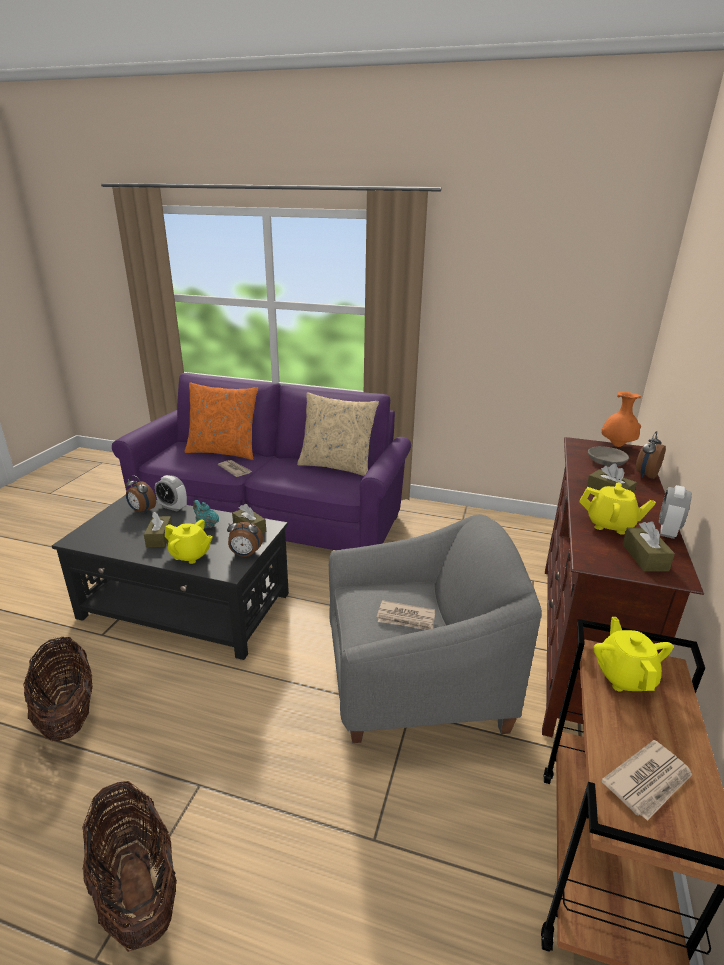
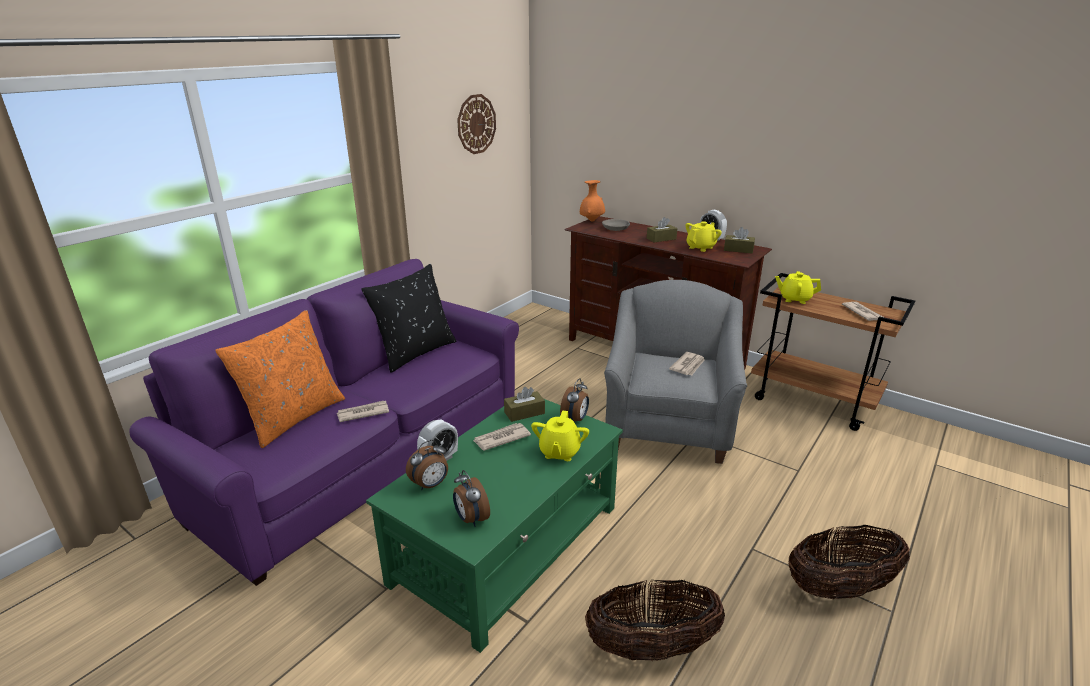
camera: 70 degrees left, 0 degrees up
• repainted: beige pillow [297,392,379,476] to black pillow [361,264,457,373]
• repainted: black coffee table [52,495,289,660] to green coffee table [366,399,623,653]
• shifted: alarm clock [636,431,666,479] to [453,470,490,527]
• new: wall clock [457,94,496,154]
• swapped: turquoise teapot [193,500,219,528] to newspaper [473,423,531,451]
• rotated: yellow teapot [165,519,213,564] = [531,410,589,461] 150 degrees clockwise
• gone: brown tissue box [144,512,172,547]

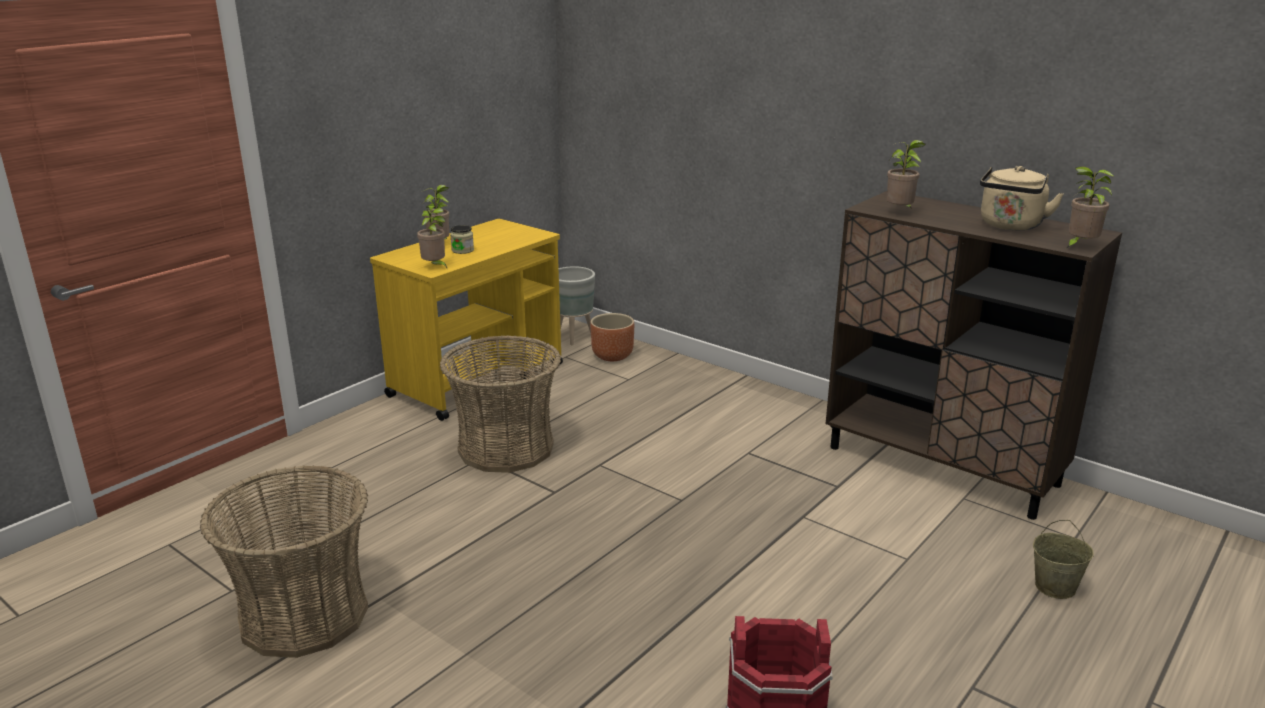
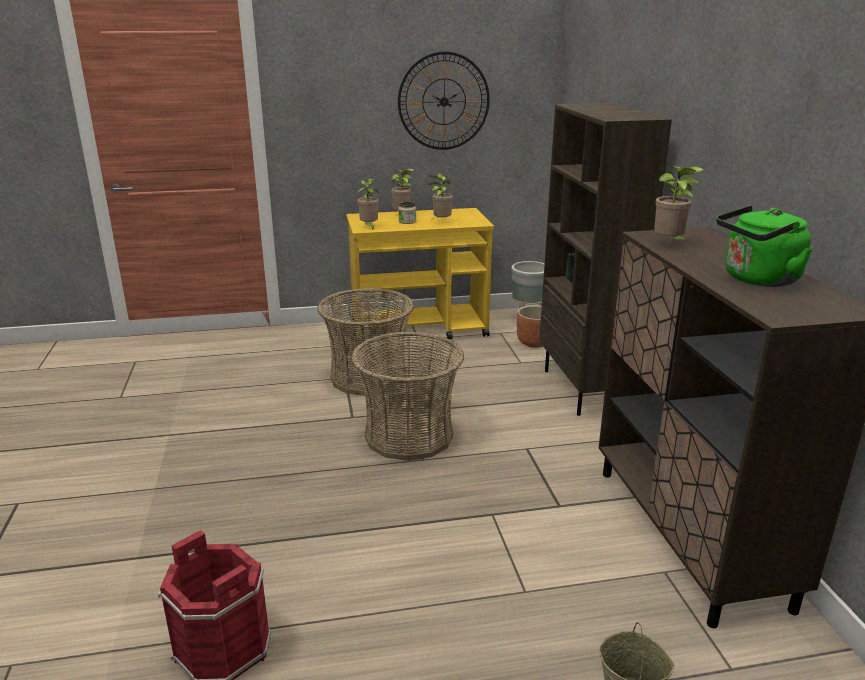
camera: 40 degrees right, 0 degrees up
• shifted: basket [200,465,369,658] to [351,331,464,461]
• new: wall clock [398,52,490,150]
• shifted: potted plant [1067,167,1114,248] to [429,173,453,220]
• new: brown bookcase [539,103,672,416]
• repainted: beige kettle [980,166,1064,230] to green kettle [717,205,812,287]

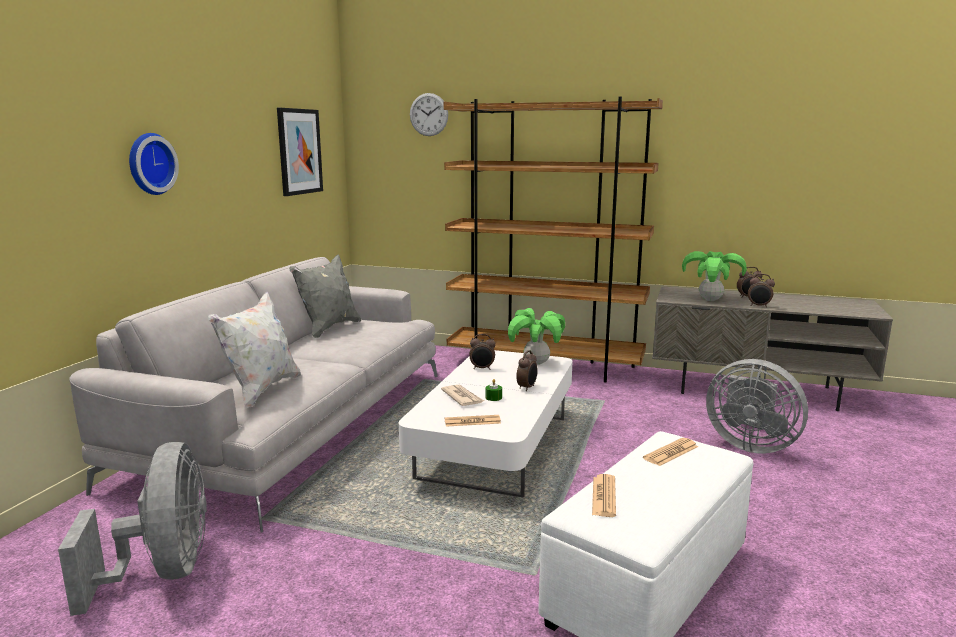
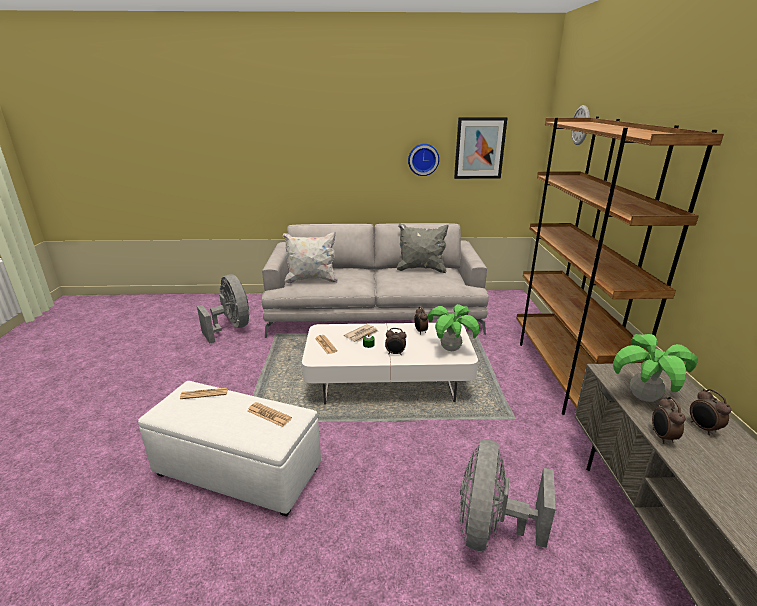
camera: 70 degrees right, 10 degrees up
• rotated: grey fan [58,442,207,616] = [197,275,250,343] 90 degrees counterclockwise
• shifted: wall clock [129,133,179,195] to [408,144,439,176]

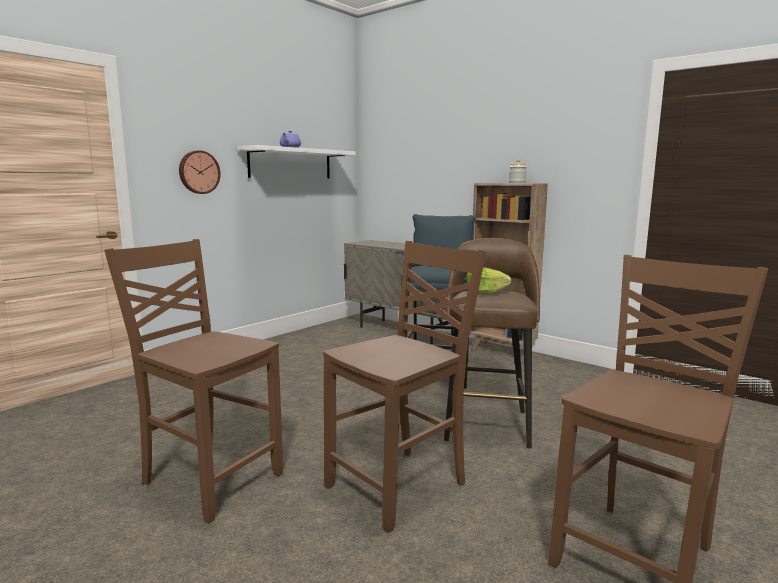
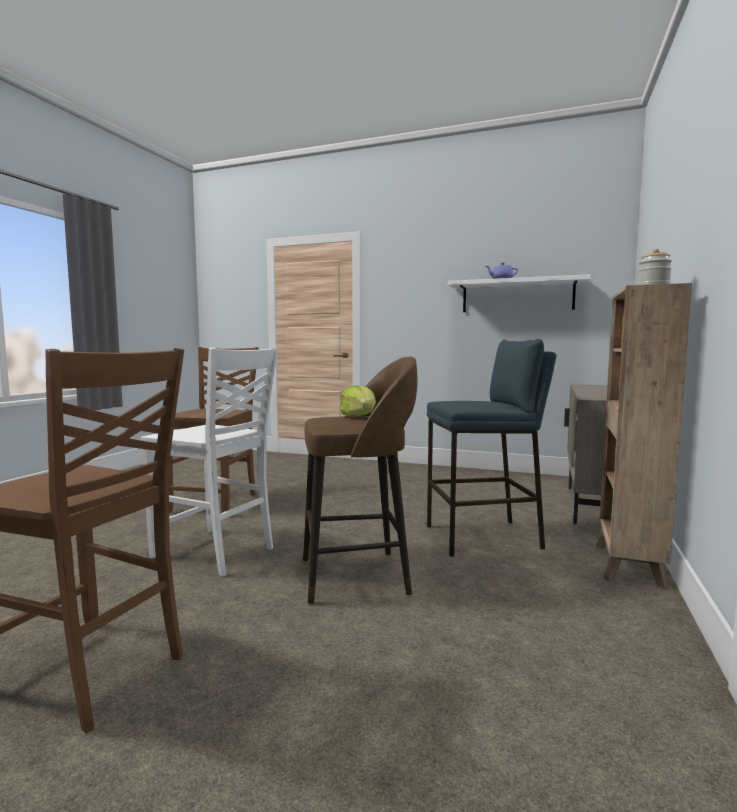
camera: 70 degrees right, 5 degrees down
• repainted: brown chair [323,241,486,533] to white chair [141,347,278,577]
• gone: wall clock [179,150,221,194]

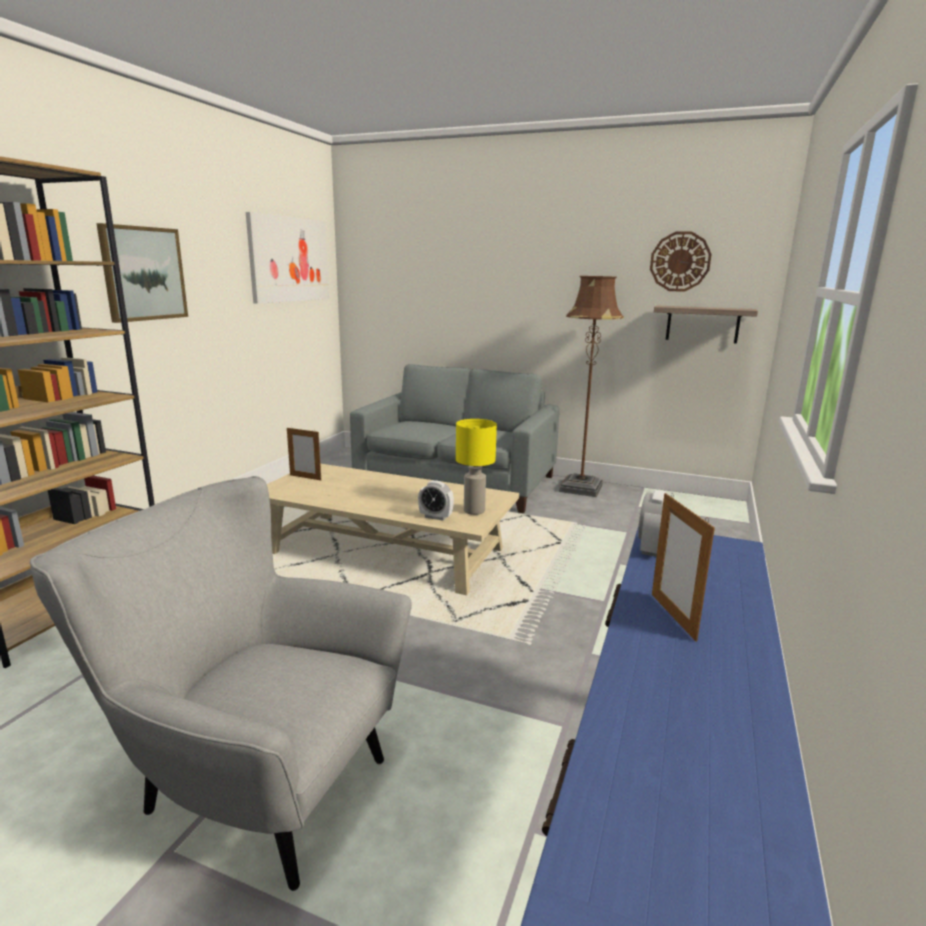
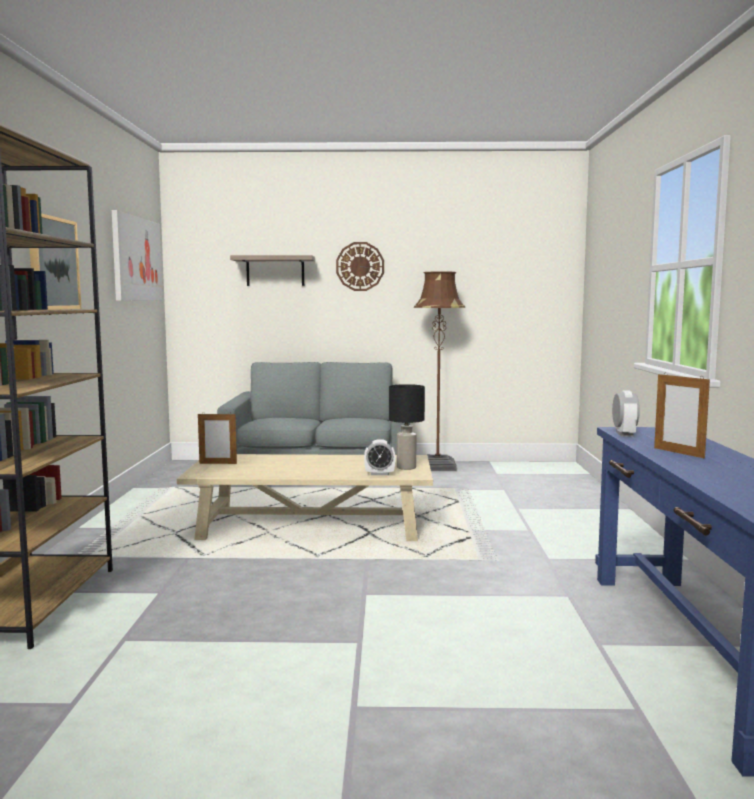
camera: 20 degrees left, 10 degrees down
• shifted: shelf [654,306,758,344] to [230,255,315,286]
• shifted: wall clock [650,231,712,292] to [336,242,384,291]
• repainted: yellow table lamp [456,419,497,515] to black table lamp [389,384,425,470]
• gone: grey armchair [30,476,412,891]

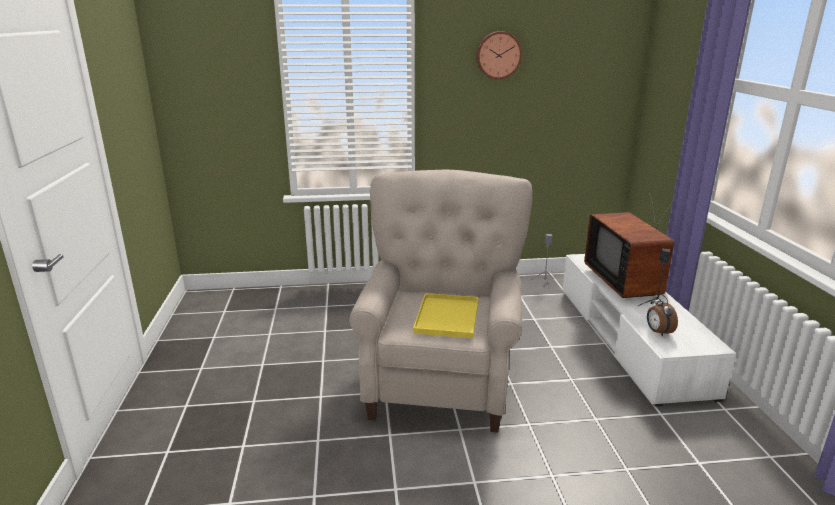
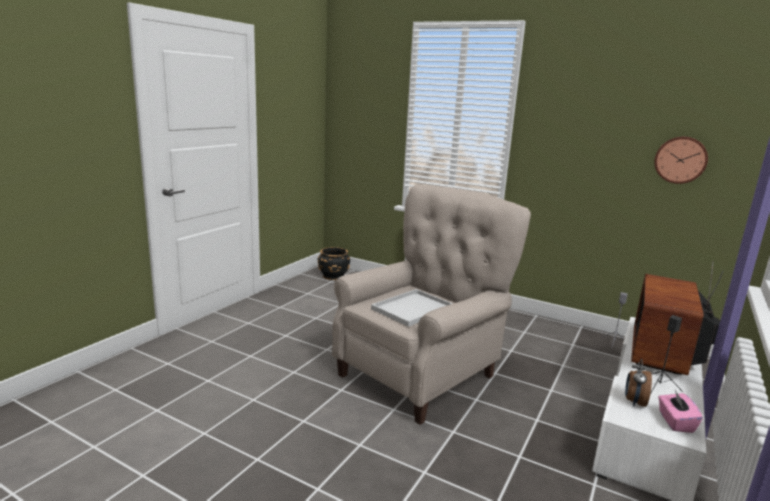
camera: 35 degrees right, 5 degrees down
• new: black planter [317,247,350,280]
• repainted: yellow tray [413,293,479,338] to white tray [371,289,453,327]
• shifted: wall clock [476,31,522,79] to [654,136,708,184]
• new: pink tissue box [658,390,703,433]

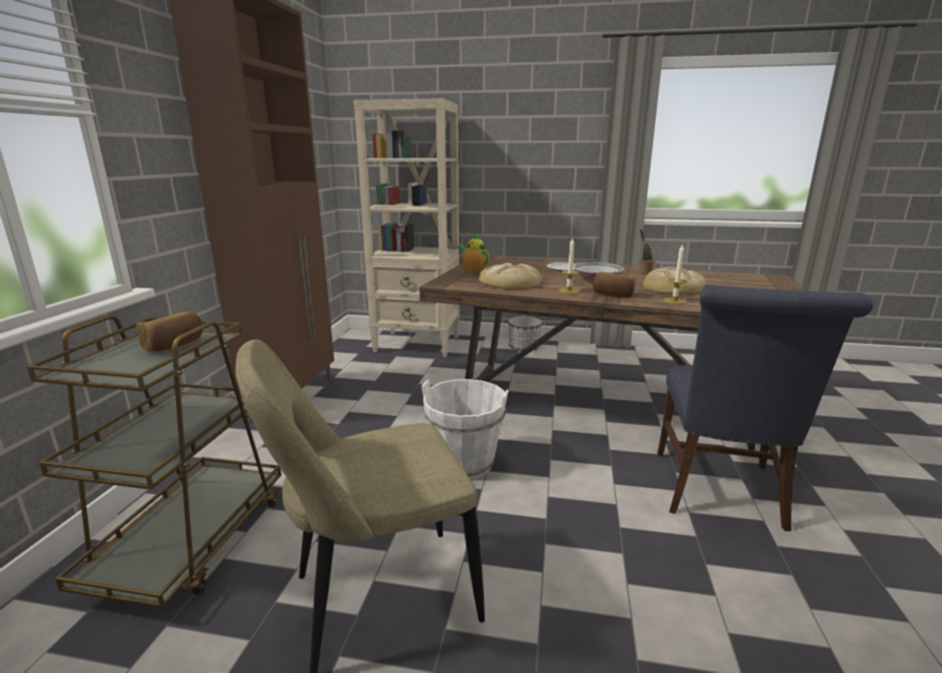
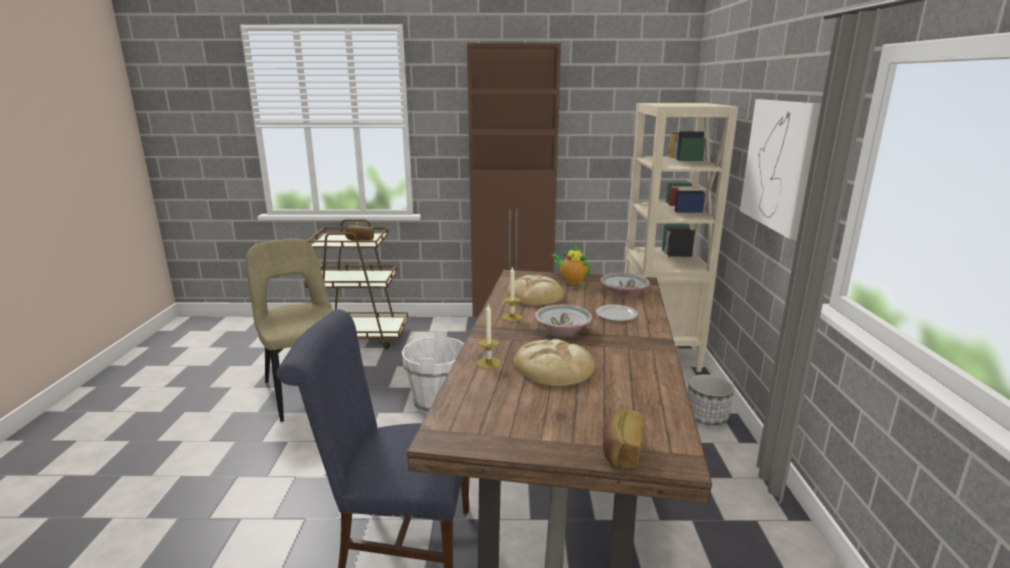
camera: 80 degrees right, 0 degrees up
• rotated: teapot [458,232,490,274] = [551,244,591,285] 90 degrees counterclockwise
• new: bowl [600,273,650,297]
• shifted: bread [593,272,636,298] to [603,409,644,468]
• new: picture [740,99,821,239]
• gone: potted plant [638,229,656,275]

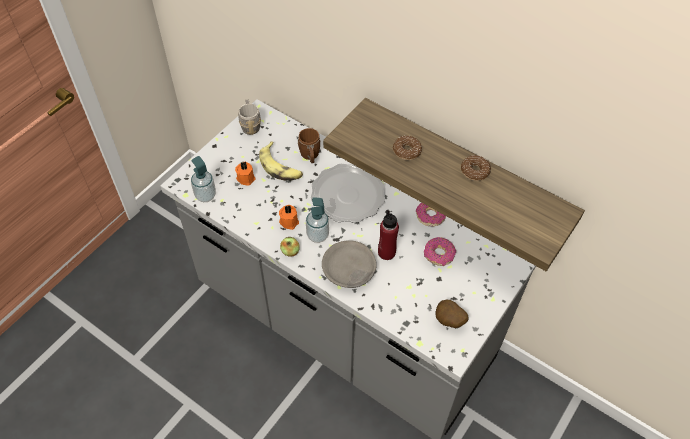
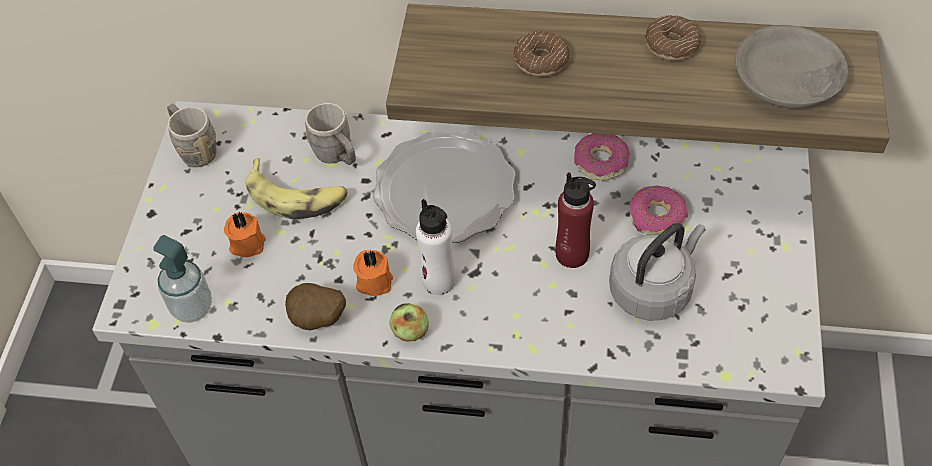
camera: 25 degrees left, 0 degrees up
• shifted: potato [436,300,469,328] to [285,283,346,330]
• repainted: brown mug [298,128,320,163] to grey mug [305,103,356,165]
• swapped: soap dispenser [306,197,329,243] to white bottle [416,199,456,295]
• new: grey kettle [609,223,706,320]
• shifted: grey bowl [322,240,377,288] to [735,25,848,109]

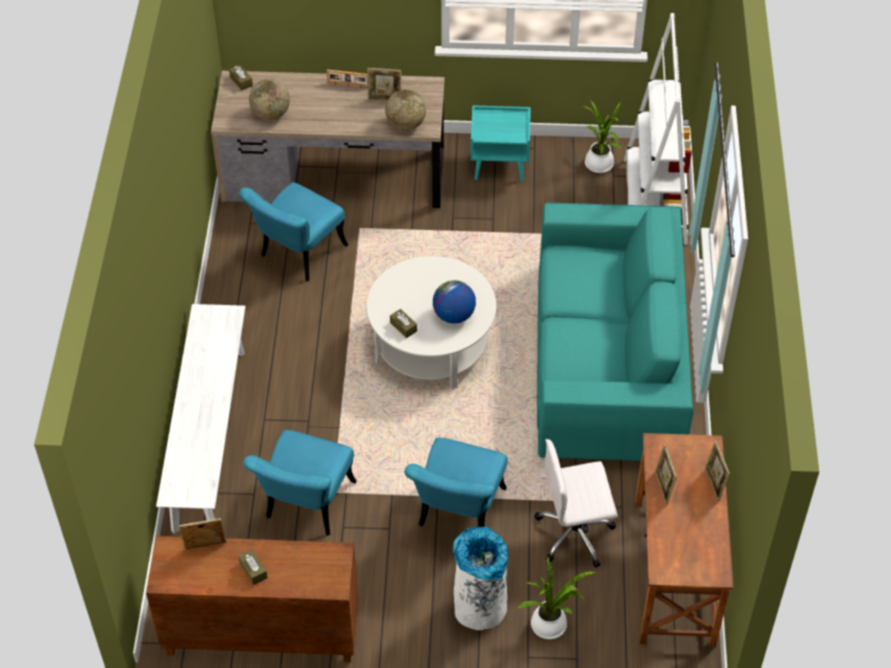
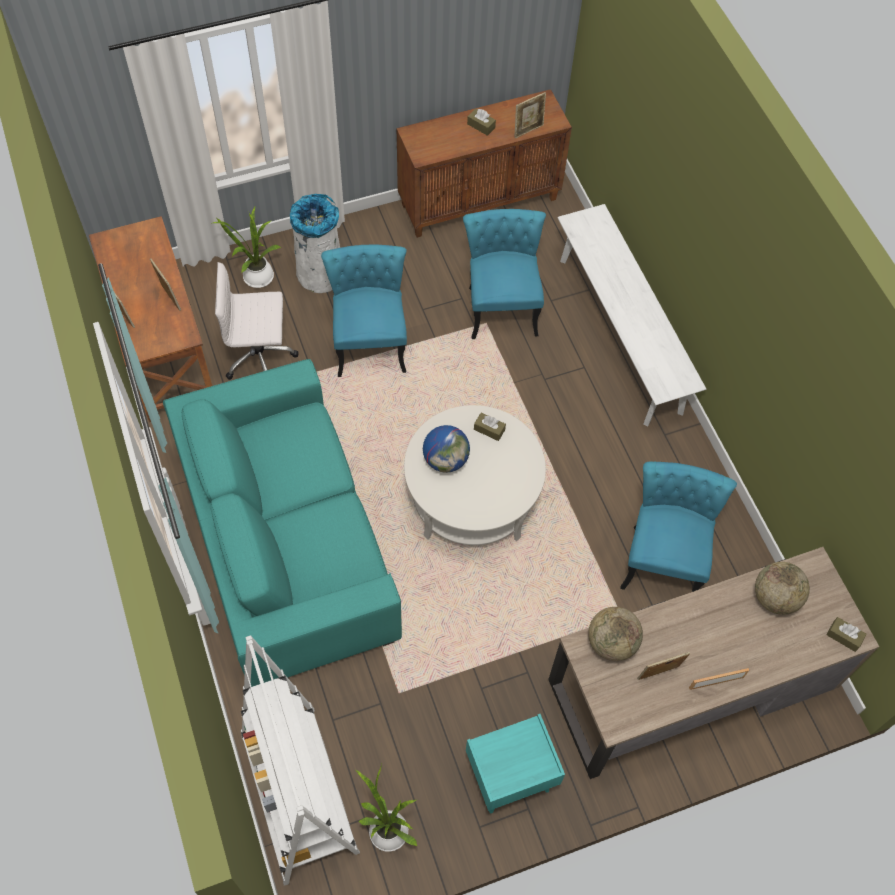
camera: 155 degrees right, 10 degrees up
• rotated: white office chair [535,439,618,568] = [215,262,298,380] 150 degrees counterclockwise

